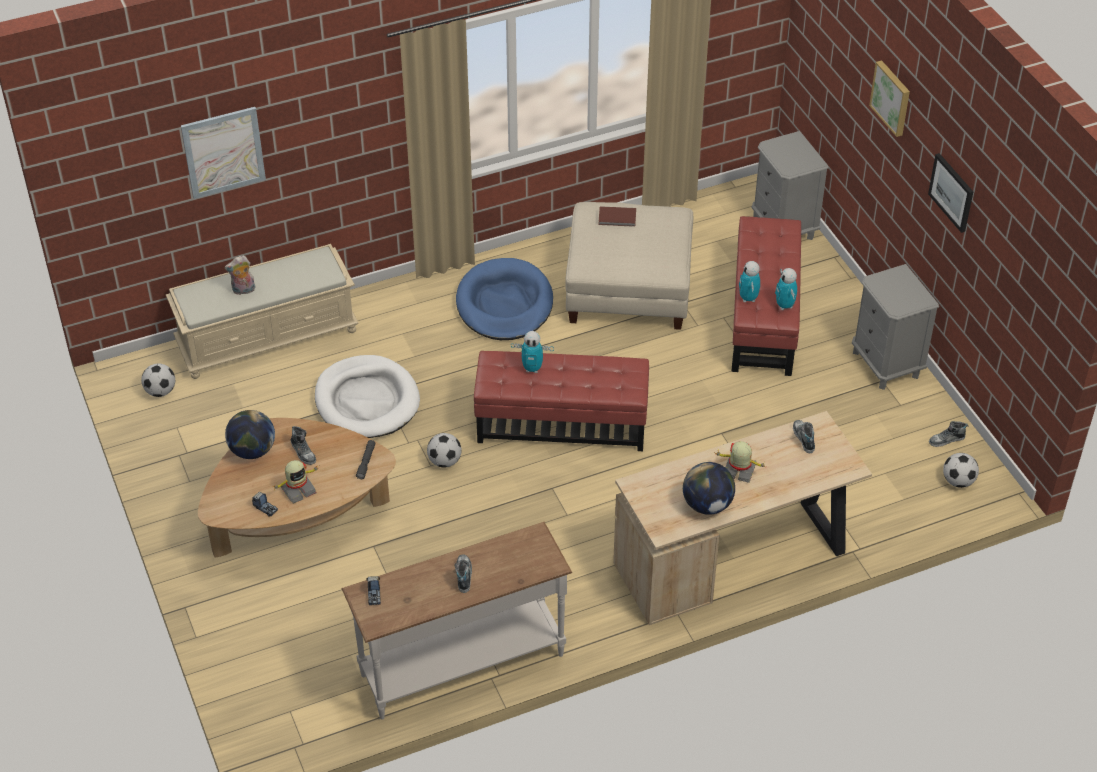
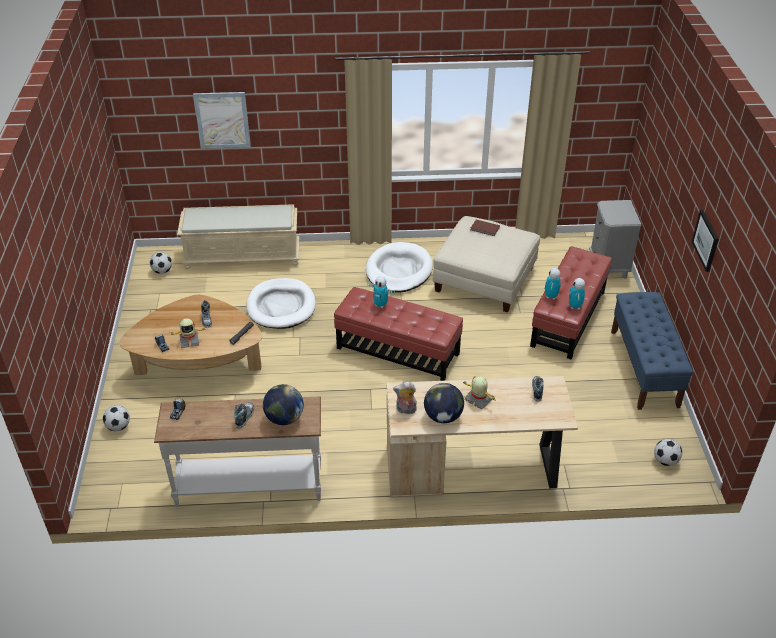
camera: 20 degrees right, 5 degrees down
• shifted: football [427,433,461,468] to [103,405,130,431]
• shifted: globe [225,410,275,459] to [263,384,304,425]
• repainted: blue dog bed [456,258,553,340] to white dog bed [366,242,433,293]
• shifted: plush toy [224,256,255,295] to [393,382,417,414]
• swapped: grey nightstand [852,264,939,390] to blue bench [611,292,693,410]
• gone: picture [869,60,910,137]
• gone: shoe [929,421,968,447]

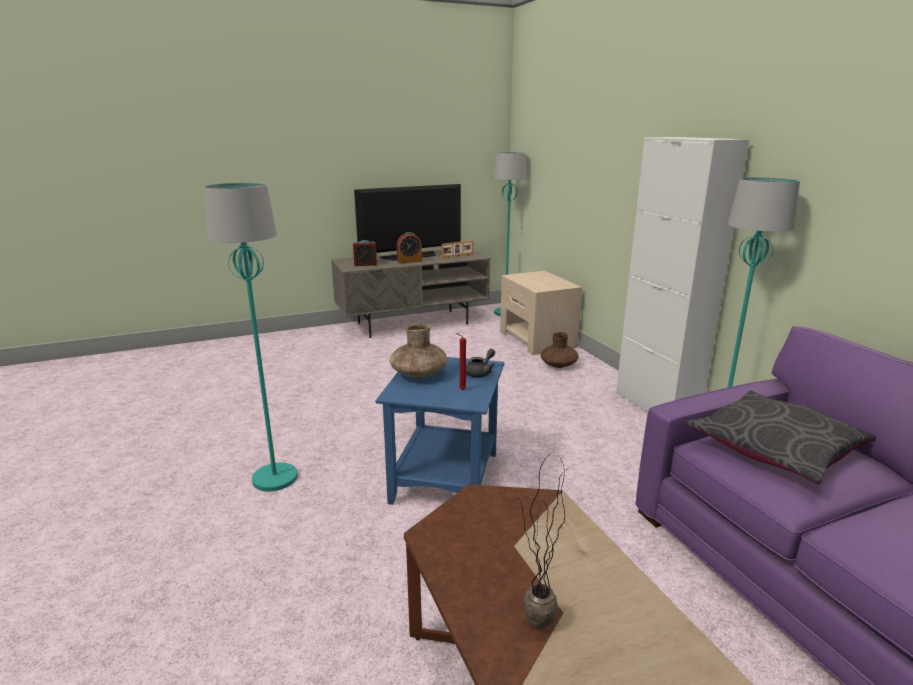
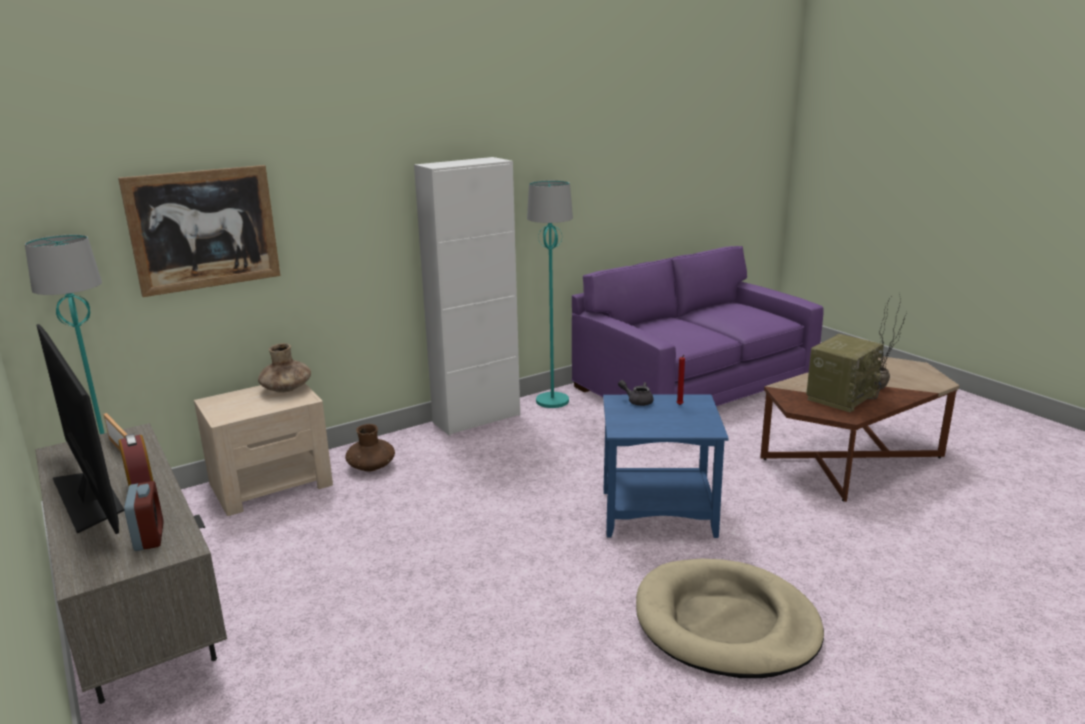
camera: 100 degrees left, 0 degrees up
• new: picture [118,165,281,297]
• shifted: brown vase [390,324,447,378] to [258,343,311,393]
• swapped: turquoise floor lamp [204,183,298,492] to beige dog bed [636,559,824,678]
• new: radio [806,334,884,412]
• gone: grey pillow [685,391,876,484]

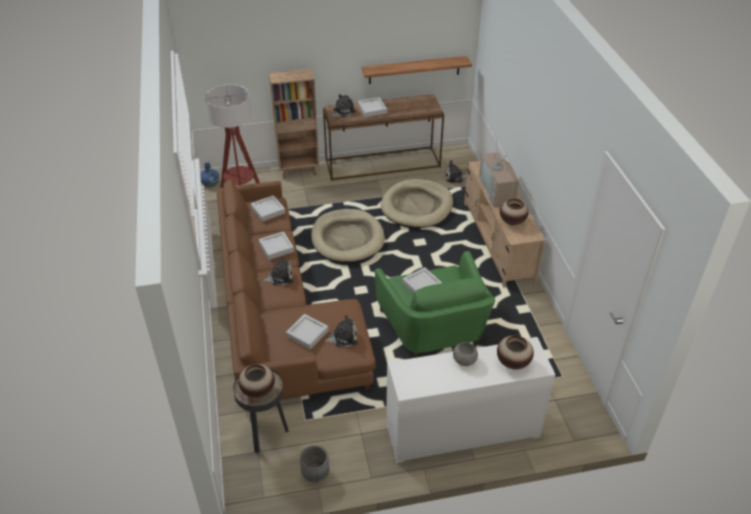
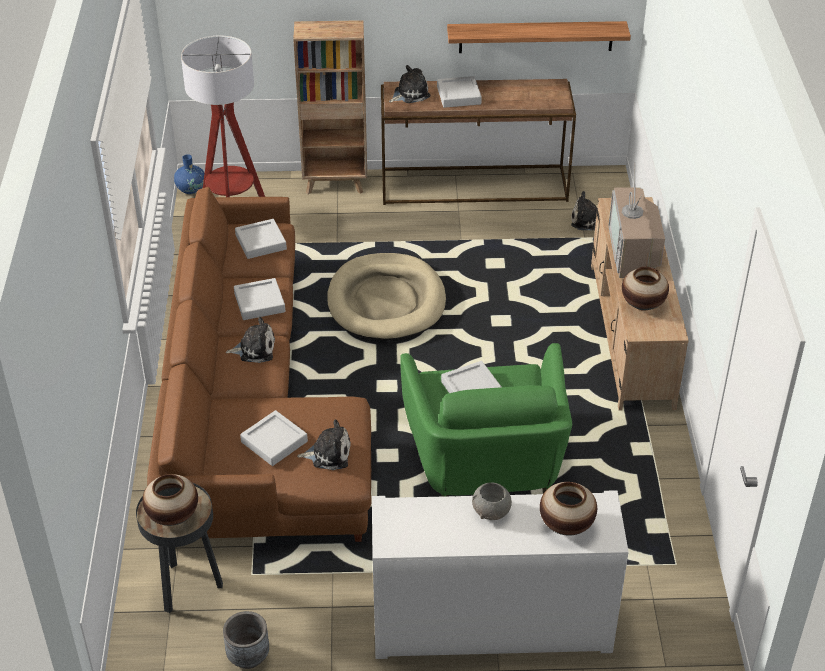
camera: 10 degrees right, 0 degrees up
• gone: beige dog bed [381,179,453,228]

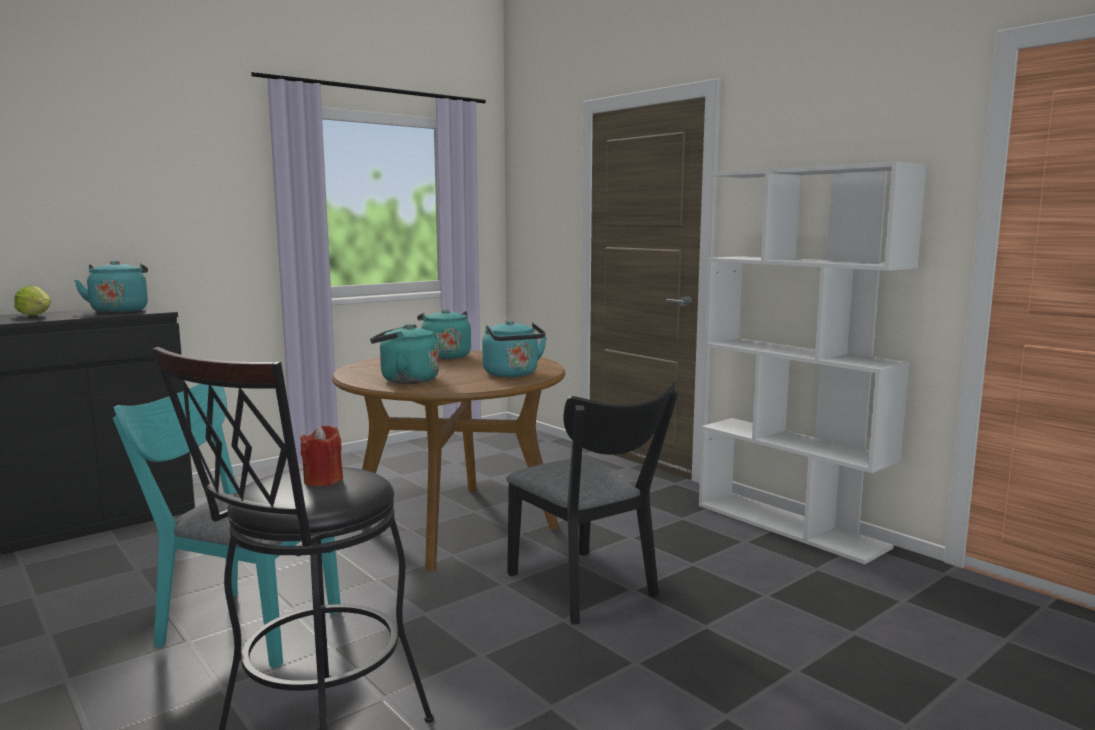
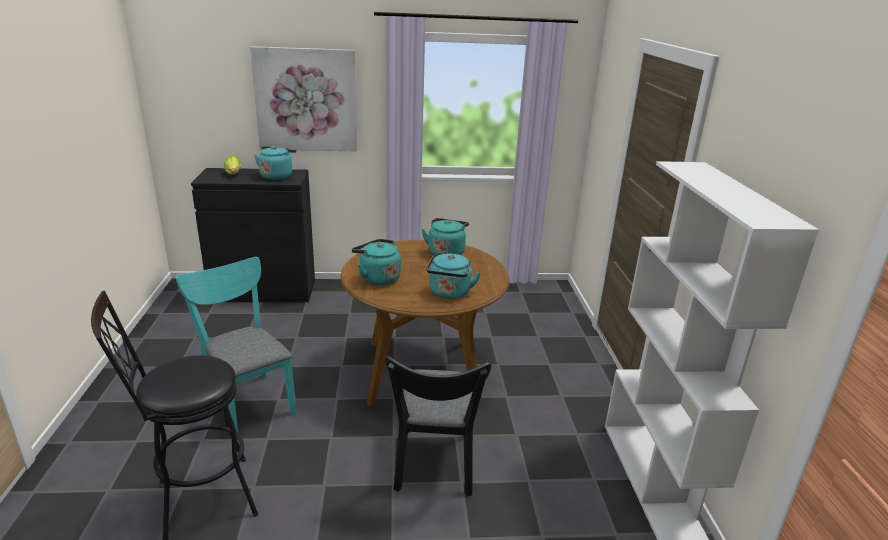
camera: 35 degrees right, 15 degrees up
• new: picture [250,46,357,152]
• gone: red candle [300,425,343,486]

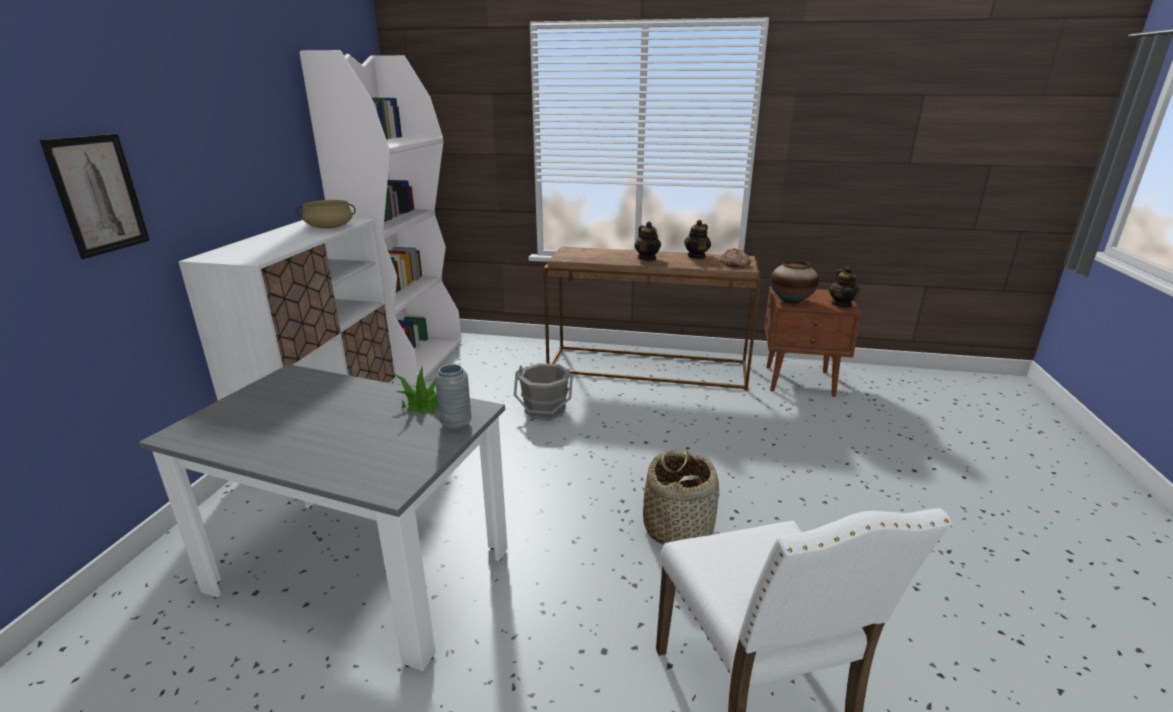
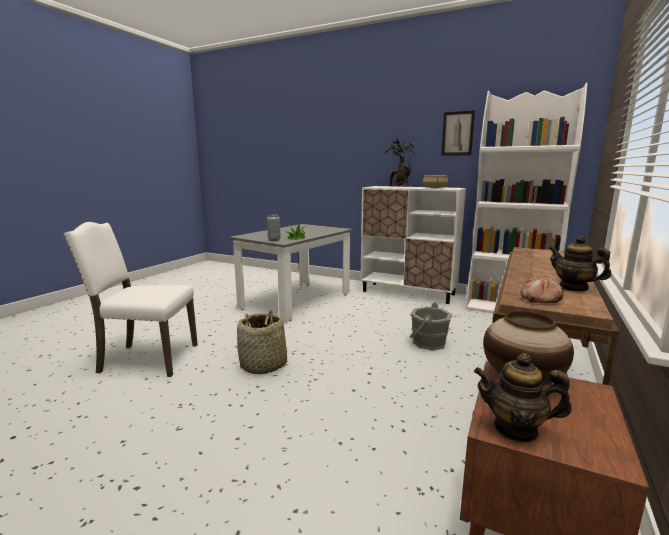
camera: 105 degrees right, 10 degrees down
• new: potted plant [385,139,415,187]
• shifted: picture [40,133,150,259] to [441,110,475,156]
• gone: teapot [635,221,661,261]

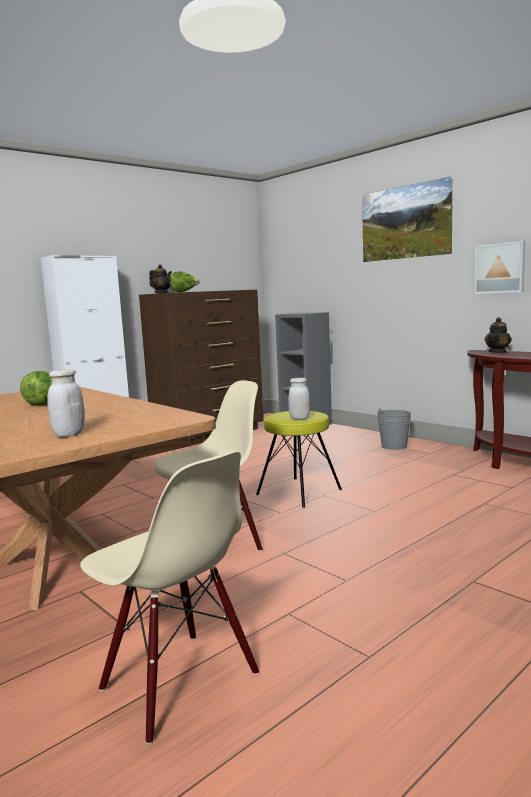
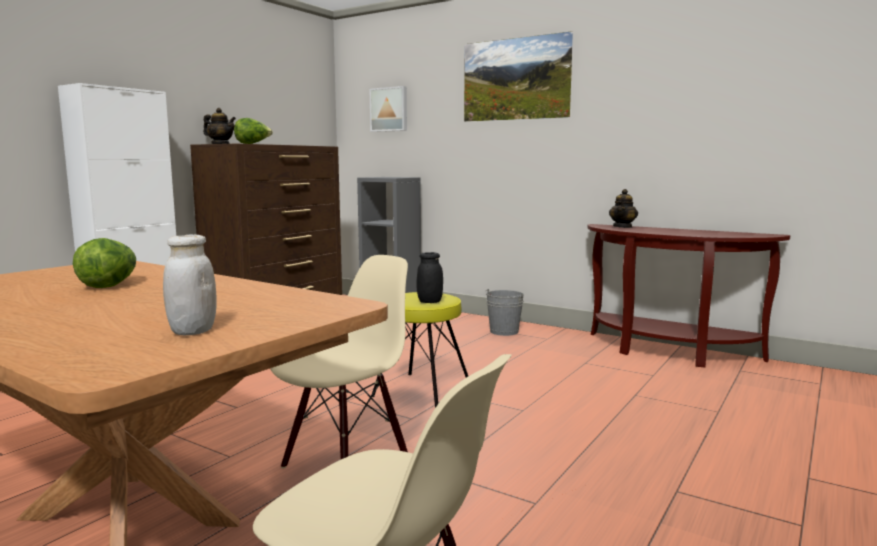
camera: 15 degrees left, 0 degrees up
• shifted: picture [474,241,526,294] to [370,86,407,132]
• repainted: white jar [288,378,310,419] to black jar [416,252,443,303]

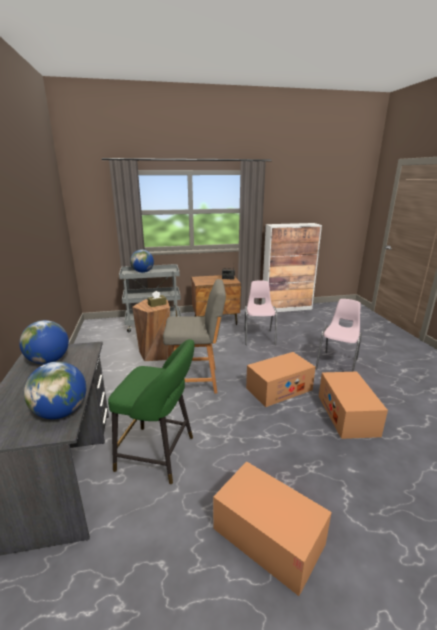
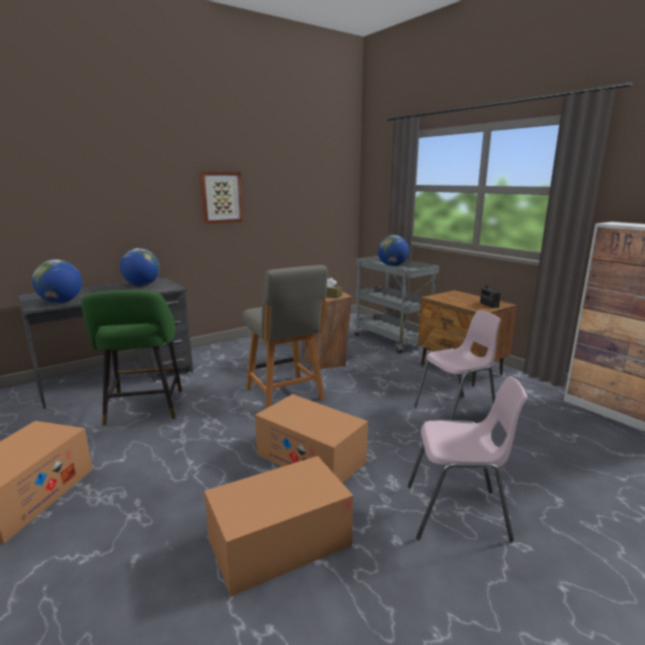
camera: 65 degrees right, 5 degrees down
• new: picture [200,172,243,224]

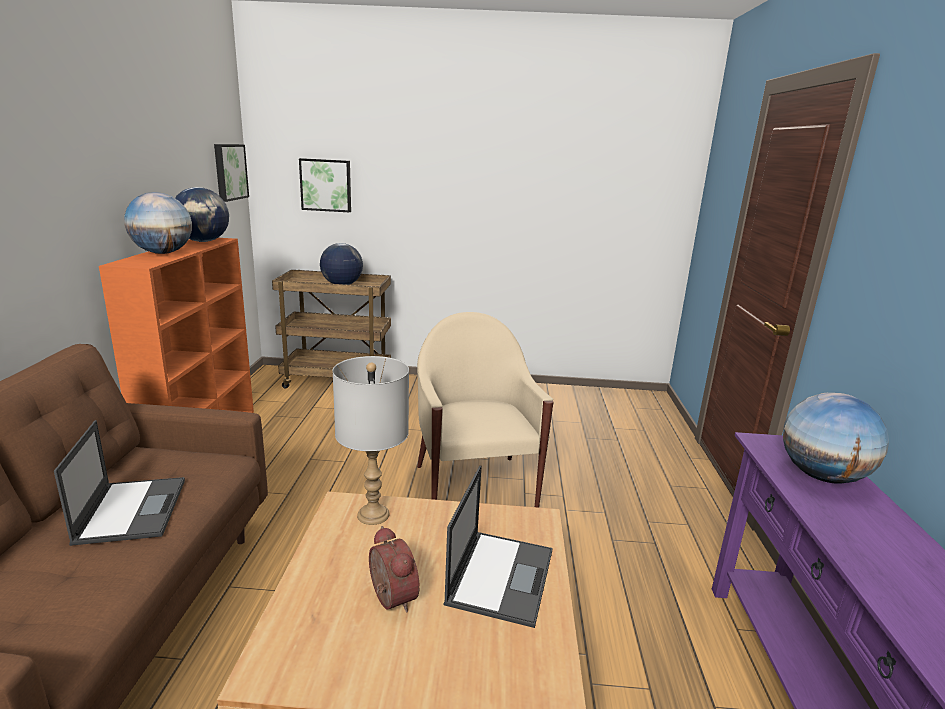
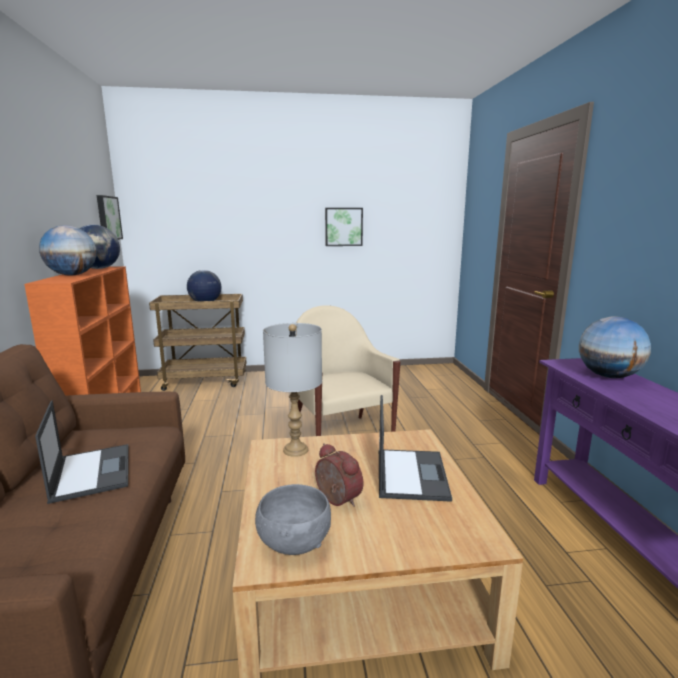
camera: 10 degrees left, 5 degrees down
• new: grey bowl [255,484,331,555]
• shifted: picture [299,158,351,212] to [325,208,363,246]

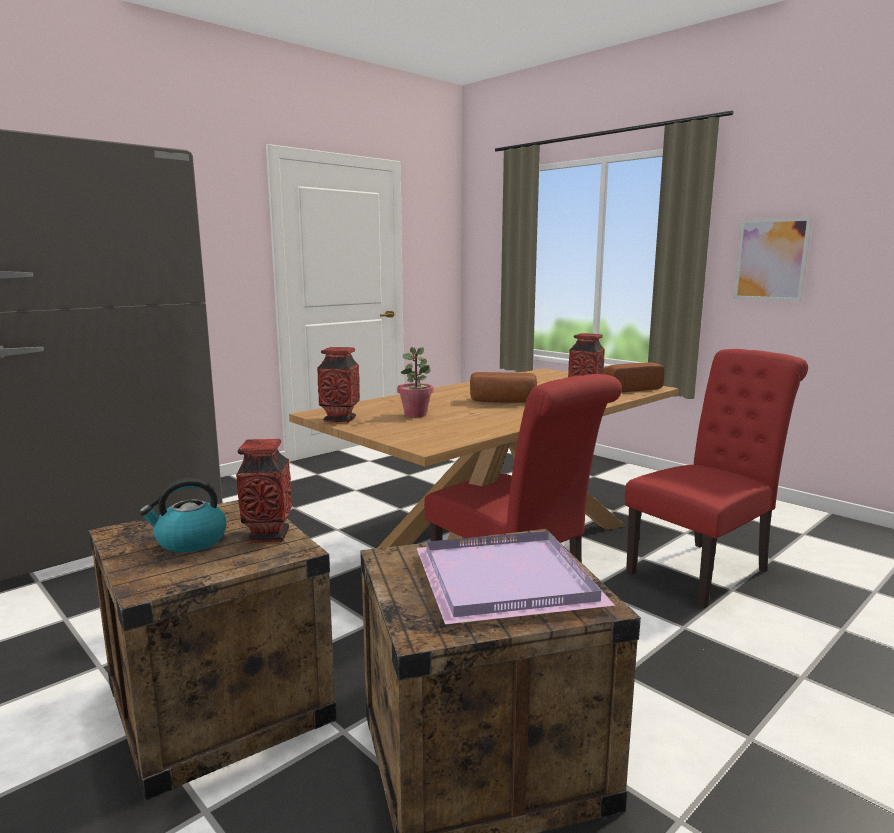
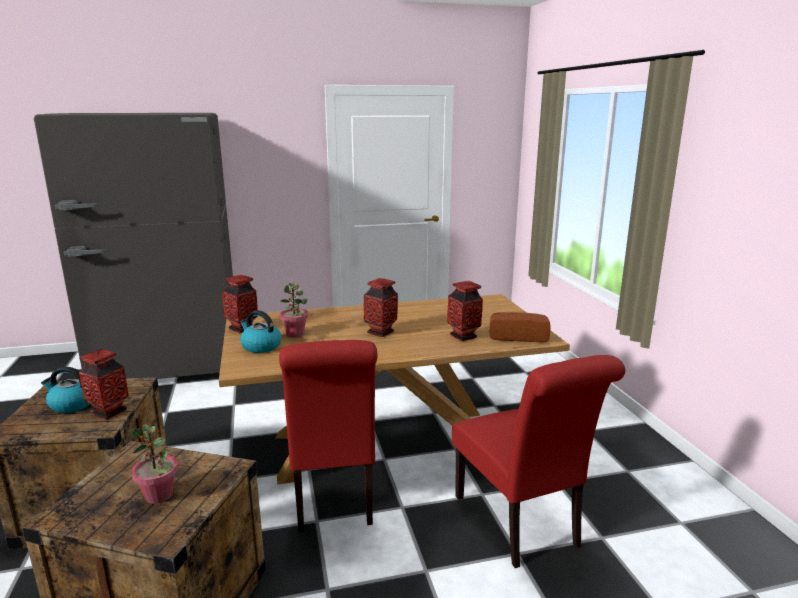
camera: 30 degrees right, 5 degrees up
• swapped: purple tray [417,531,615,624] to potted plant [130,423,178,504]
• new: kettle [240,310,281,353]
• swapped: bread [470,372,537,403] to vase [364,278,398,337]
• rotated: red chair [625,349,808,608] = [452,355,625,568] 75 degrees clockwise
• gone: picture [733,217,812,302]

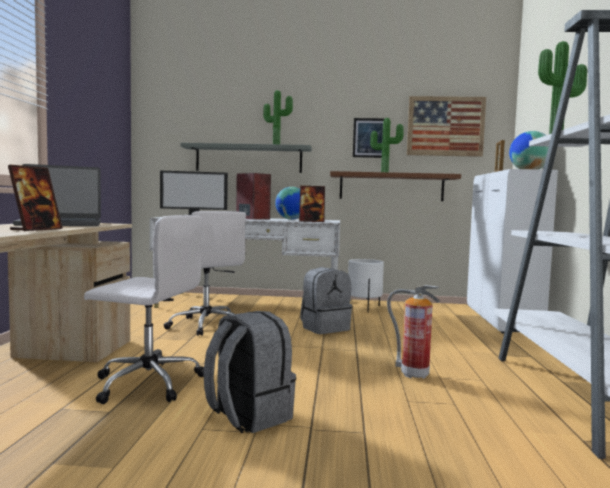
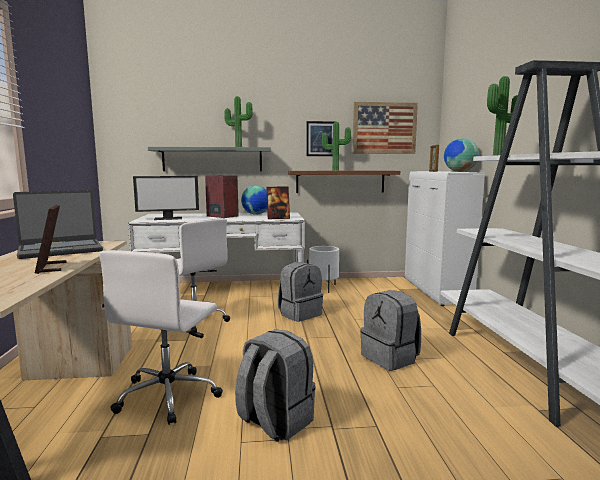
camera: 10 degrees left, 5 degrees up
• rotated: picture frame [8,165,63,231] = [35,205,67,274] 150 degrees clockwise
• rotated: white office chair [84,215,204,404] = [99,250,223,425] 105 degrees clockwise
• swapped: fire extinguisher [387,285,440,379] to grey backpack [360,290,421,371]

